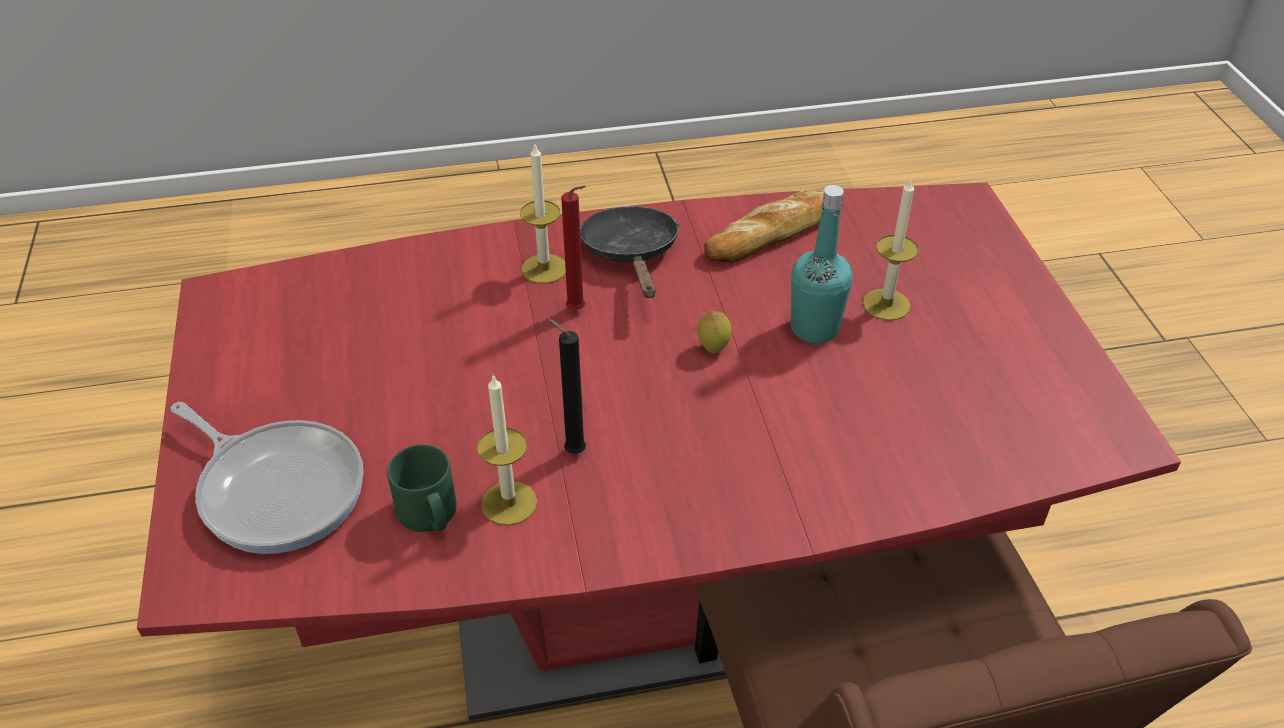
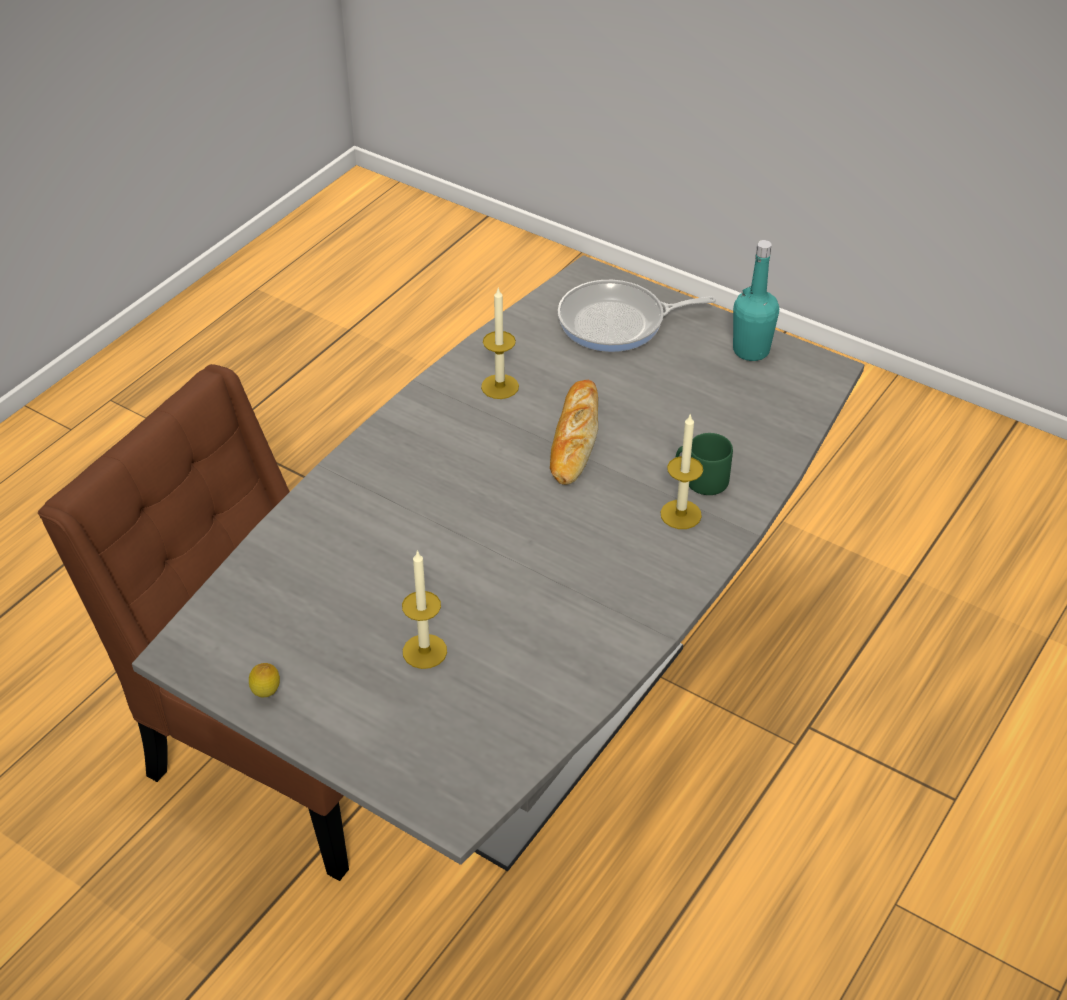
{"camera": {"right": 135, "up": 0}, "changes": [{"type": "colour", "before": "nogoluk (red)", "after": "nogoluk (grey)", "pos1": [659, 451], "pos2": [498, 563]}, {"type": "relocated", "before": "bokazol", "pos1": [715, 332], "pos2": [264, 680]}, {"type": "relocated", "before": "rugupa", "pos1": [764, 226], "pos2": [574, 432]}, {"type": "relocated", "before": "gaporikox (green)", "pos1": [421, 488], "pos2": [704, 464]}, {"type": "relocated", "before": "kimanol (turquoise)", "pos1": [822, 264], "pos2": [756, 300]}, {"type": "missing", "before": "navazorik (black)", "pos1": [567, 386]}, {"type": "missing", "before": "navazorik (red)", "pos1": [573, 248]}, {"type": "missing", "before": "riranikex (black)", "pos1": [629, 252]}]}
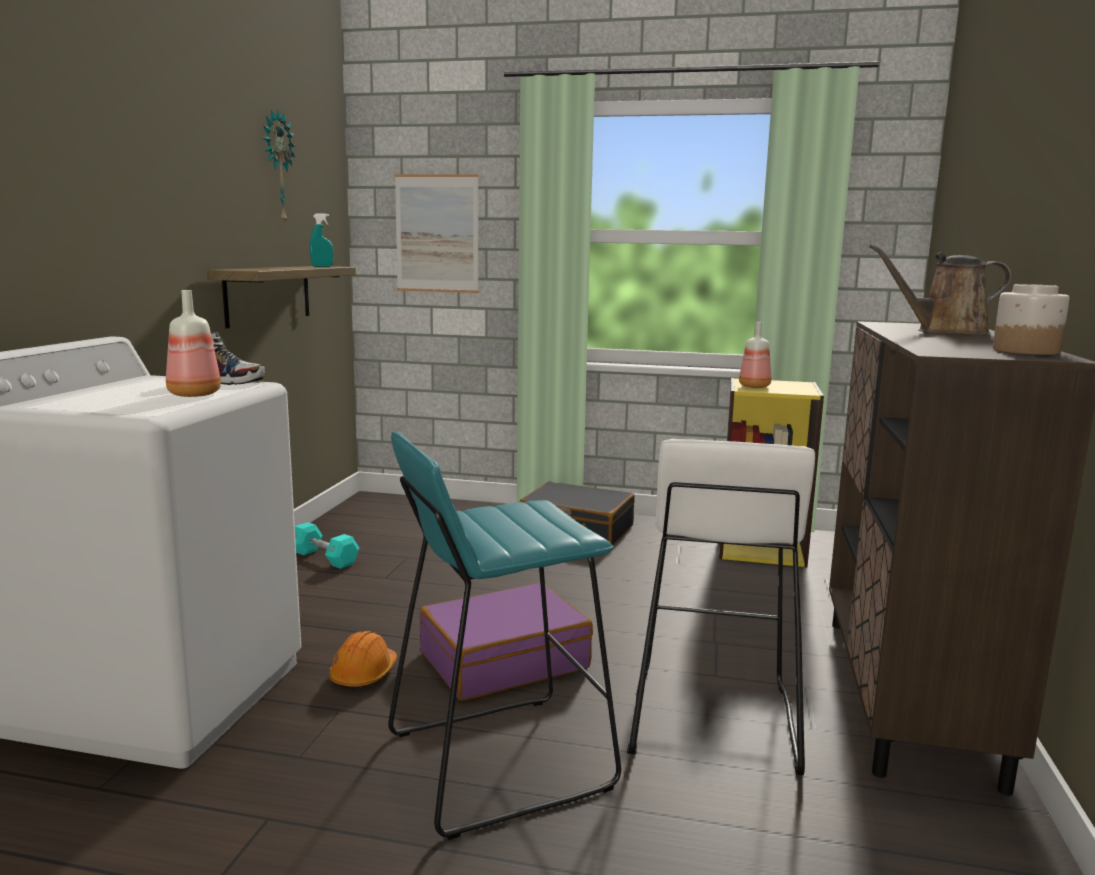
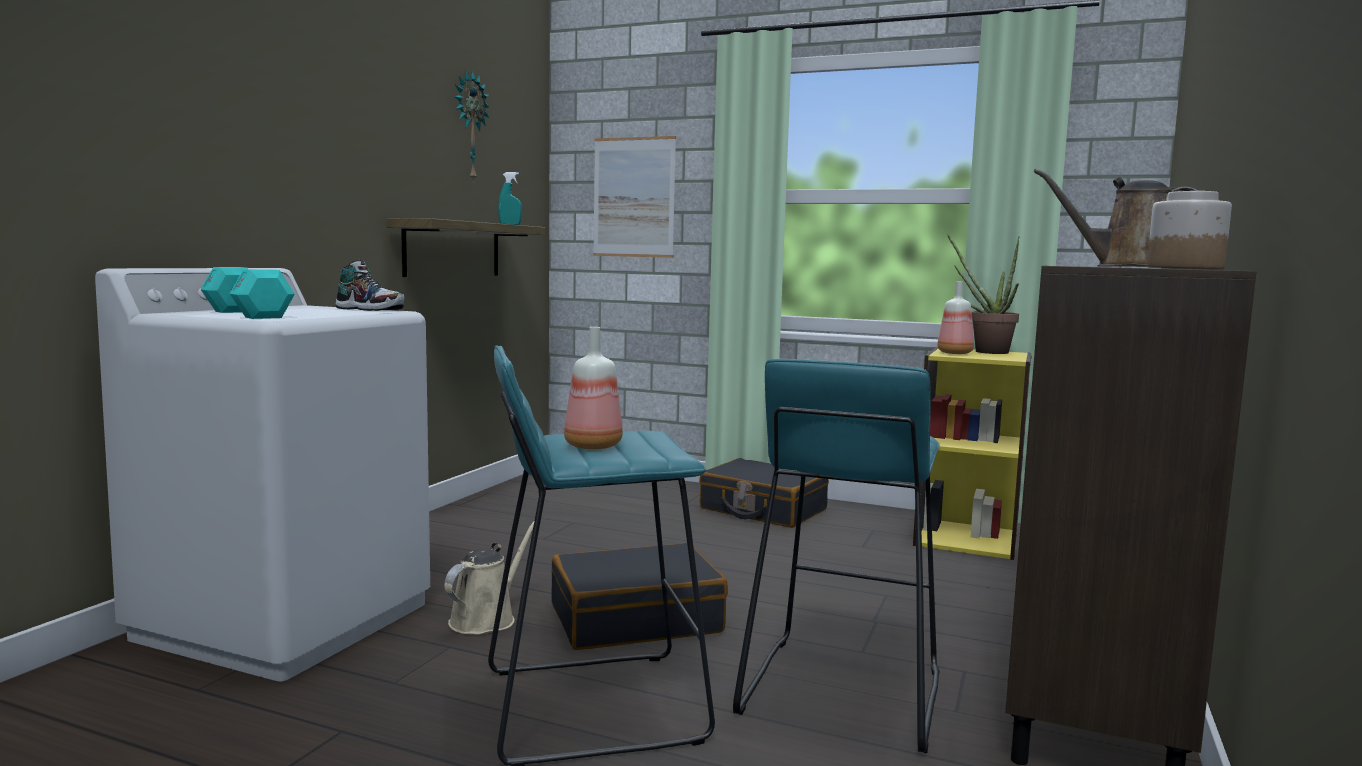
{"camera": {"right": 10, "up": -5}, "changes": [{"type": "relocated", "before": "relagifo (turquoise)", "pos1": [327, 545], "pos2": [247, 293]}, {"type": "exchanged", "before": "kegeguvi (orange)", "after": "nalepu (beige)", "pos1": [363, 660], "pos2": [489, 577]}, {"type": "colour", "before": "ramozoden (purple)", "after": "ramozoden (black)", "pos1": [506, 641], "pos2": [639, 596]}, {"type": "relocated", "before": "kimanol", "pos1": [193, 343], "pos2": [593, 388]}, {"type": "colour", "before": "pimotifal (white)", "after": "pimotifal (turquoise)", "pos1": [721, 607], "pos2": [836, 556]}, {"type": "appeared", "after": "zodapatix", "pos2": [983, 293]}]}
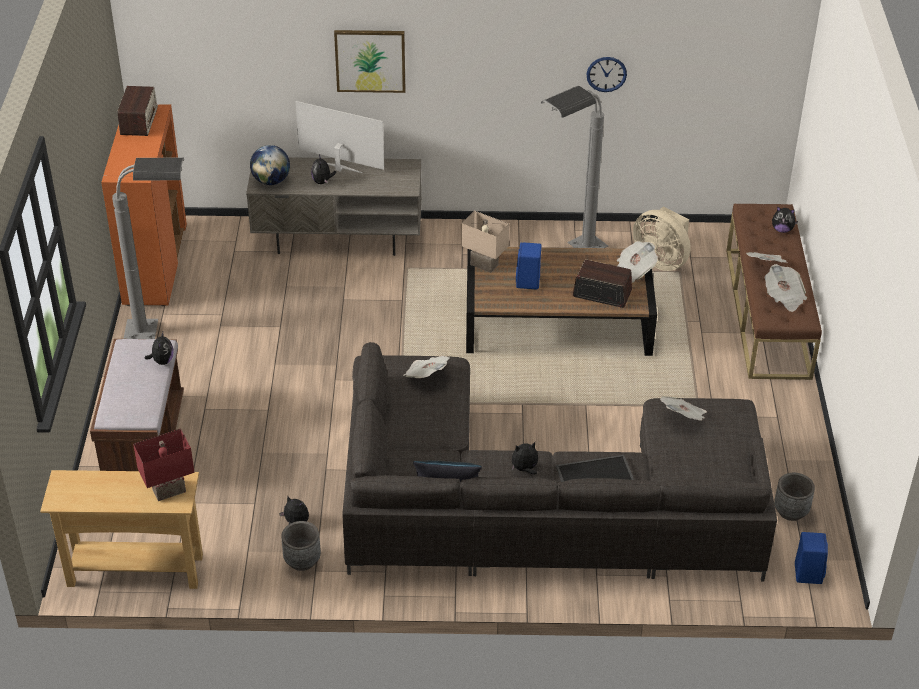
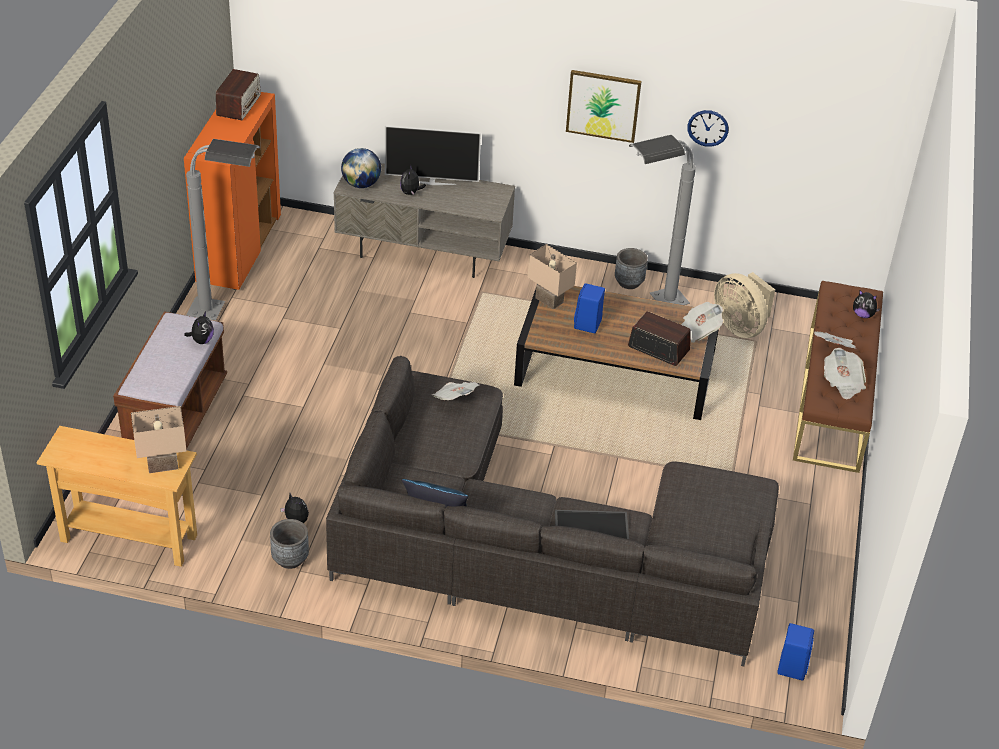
{"camera": {"right": 10, "up": 0}, "changes": [{"type": "colour", "before": "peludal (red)", "after": "peludal (beige)", "pos1": [164, 465], "pos2": [159, 439]}, {"type": "spun", "before": "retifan", "pos1": [339, 137], "pos2": [433, 155], "turn": 150}, {"type": "relocated", "before": "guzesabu", "pos1": [369, 61], "pos2": [604, 106]}, {"type": "relocated", "before": "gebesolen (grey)", "pos1": [794, 497], "pos2": [631, 268]}, {"type": "missing", "before": "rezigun", "pos1": [525, 458]}, {"type": "missing", "before": "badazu", "pos1": [683, 408]}]}
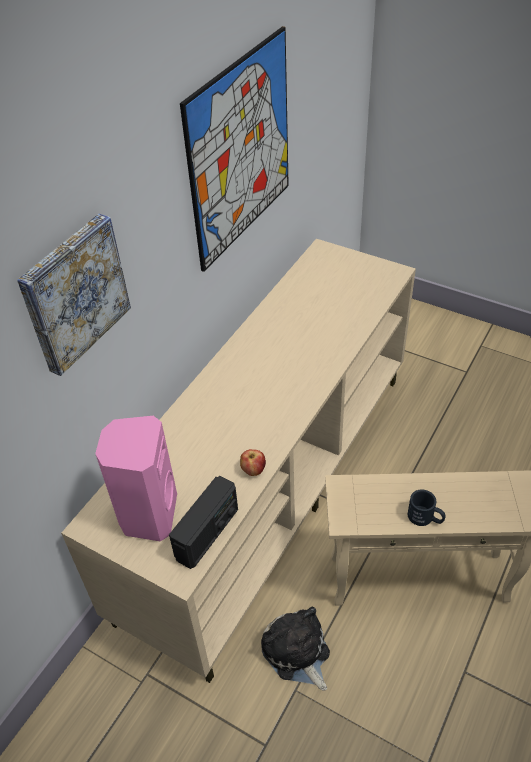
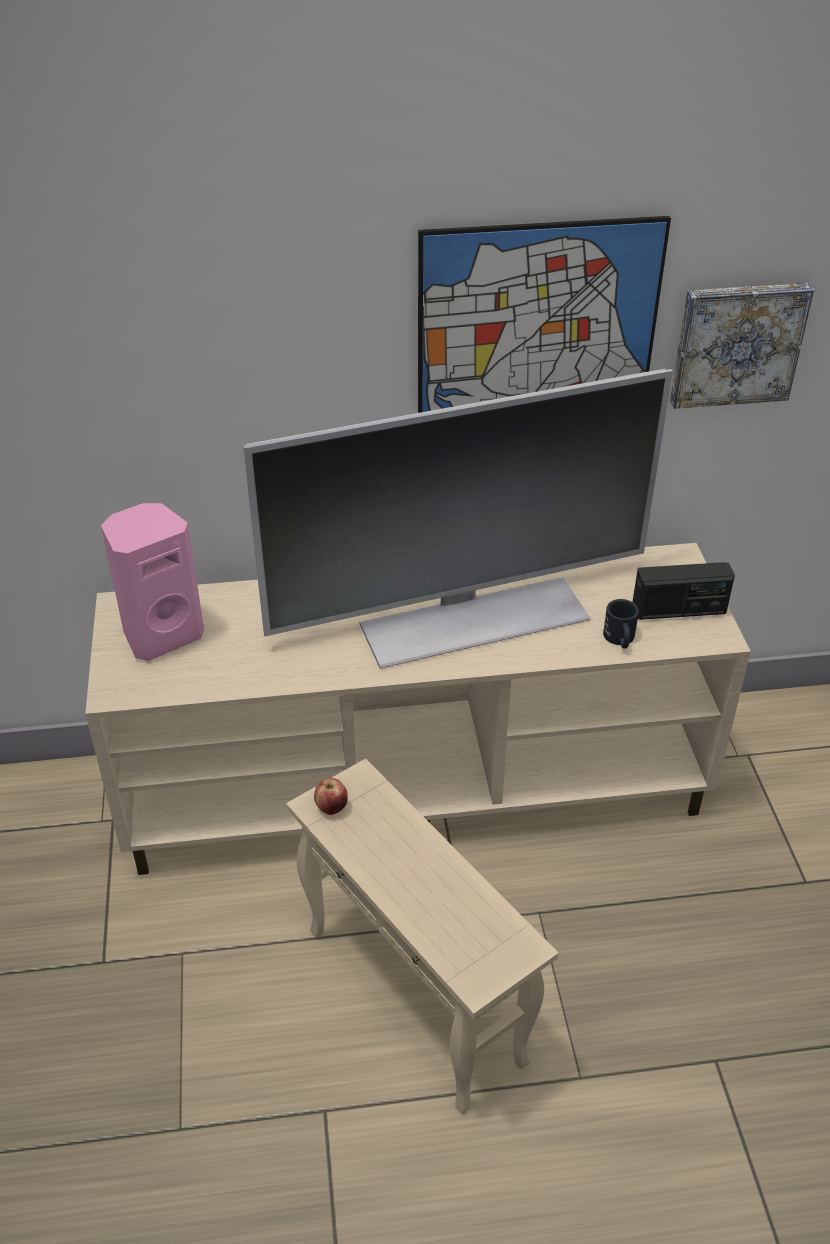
{"camera": {"right": 50, "up": -5}, "changes": [{"type": "appeared", "after": "retifan", "pos2": [458, 518]}, {"type": "relocated", "before": "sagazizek", "pos1": [253, 462], "pos2": [331, 796]}, {"type": "relocated", "before": "gaporikox (black)", "pos1": [427, 507], "pos2": [621, 624]}, {"type": "relocated", "before": "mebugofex", "pos1": [203, 522], "pos2": [684, 591]}, {"type": "relocated", "before": "guzesabu", "pos1": [74, 295], "pos2": [742, 346]}, {"type": "missing", "before": "rezigun", "pos1": [295, 649]}]}
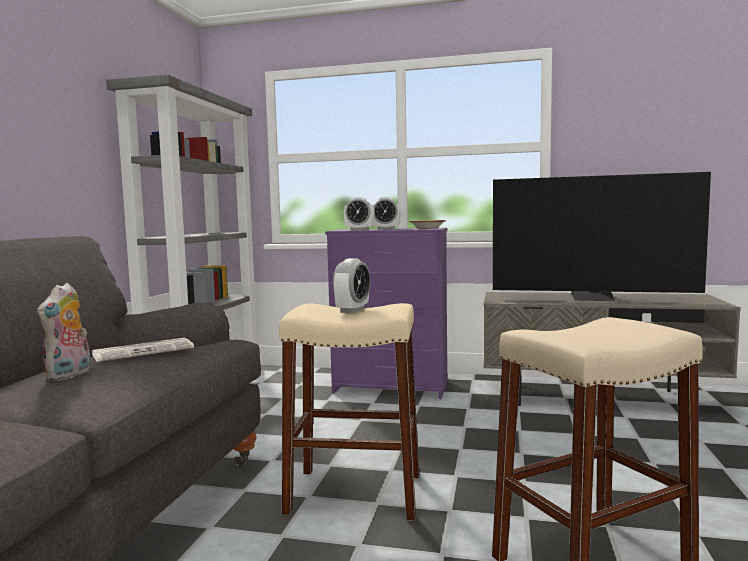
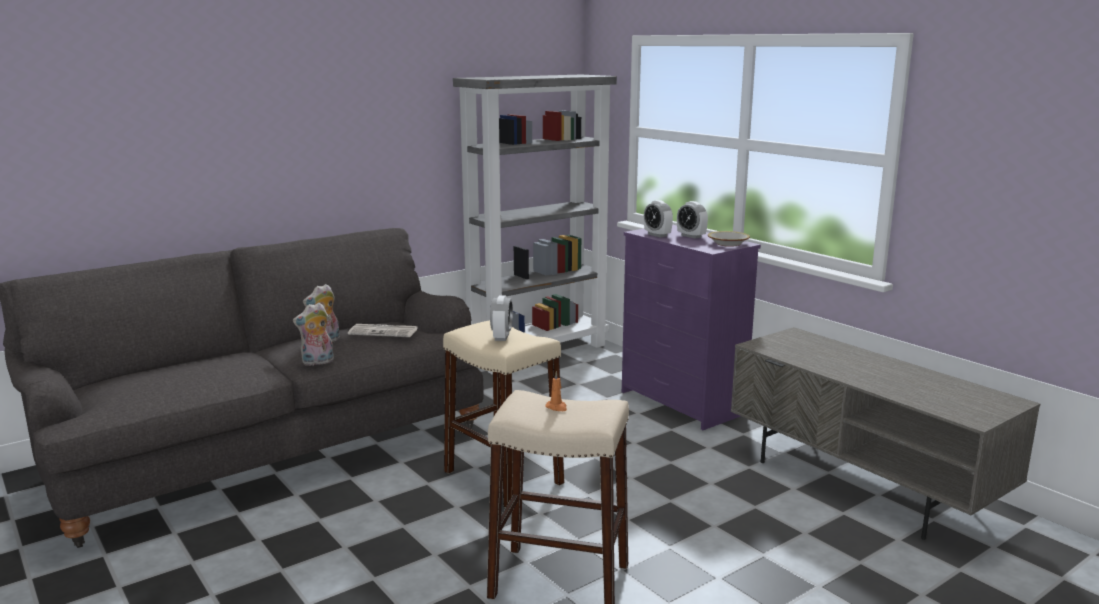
{"camera": {"right": 40, "up": 10}, "changes": [{"type": "appeared", "after": "rezigun", "pos2": [313, 334]}, {"type": "spun", "before": "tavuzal", "pos1": [352, 285], "pos2": [501, 318], "turn": -60}, {"type": "appeared", "after": "navazorik (orange)", "pos2": [556, 391]}, {"type": "missing", "before": "retifan", "pos1": [602, 236]}]}
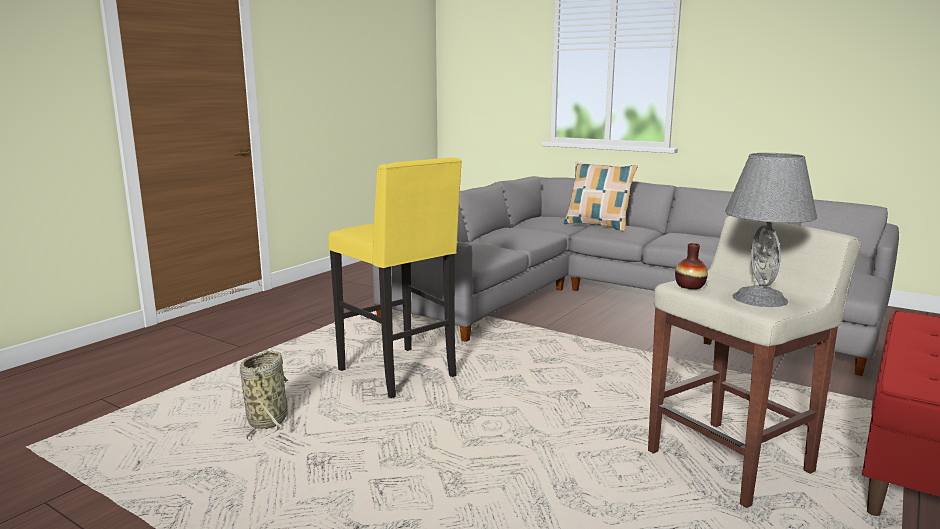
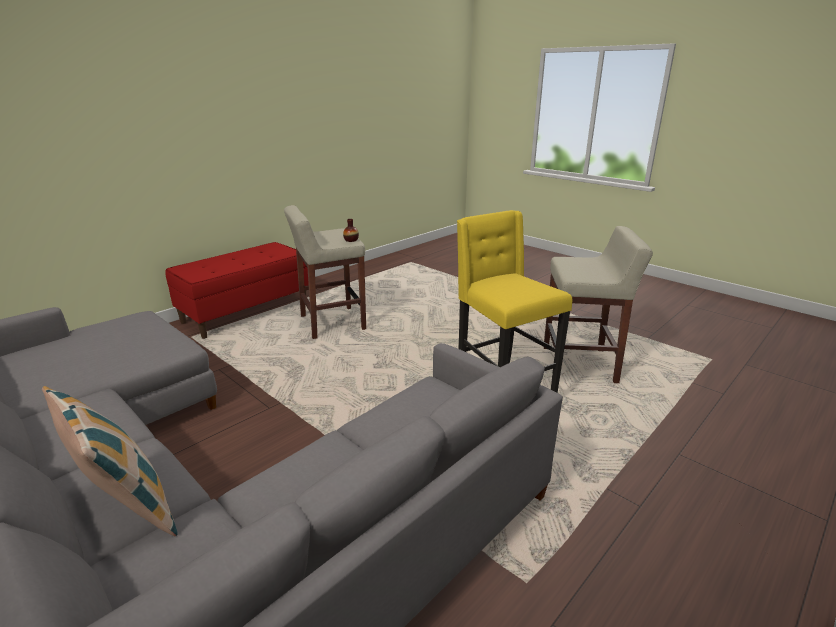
{"camera": {"right": -170, "up": 10}, "changes": [{"type": "exchanged", "before": "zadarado", "after": "pimotifal (beige)", "pos1": [264, 395], "pos2": [598, 304]}, {"type": "missing", "before": "peludal (grey)", "pos1": [771, 230]}]}
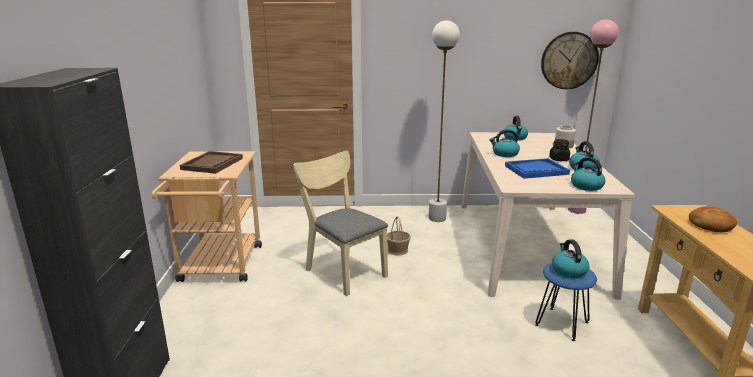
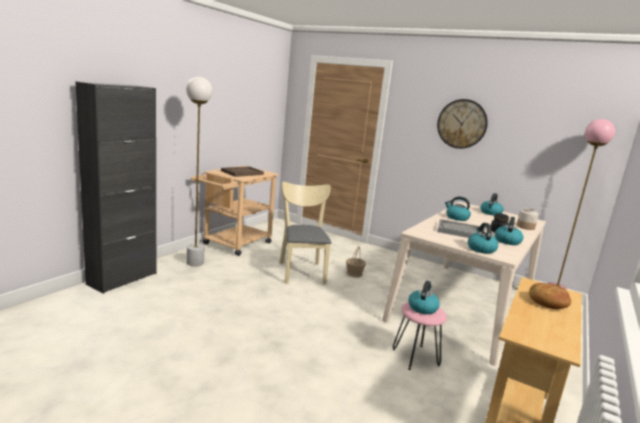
{"camera": {"right": 30, "up": -5}, "changes": [{"type": "relocated", "before": "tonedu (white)", "pos1": [444, 121], "pos2": [199, 171]}, {"type": "colour", "before": "pimotifal (blue)", "after": "pimotifal (pink)", "pos1": [566, 301], "pos2": [419, 336]}, {"type": "relocated", "before": "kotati", "pos1": [570, 60], "pos2": [462, 124]}, {"type": "colour", "before": "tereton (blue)", "after": "tereton (grey)", "pos1": [537, 168], "pos2": [460, 228]}]}
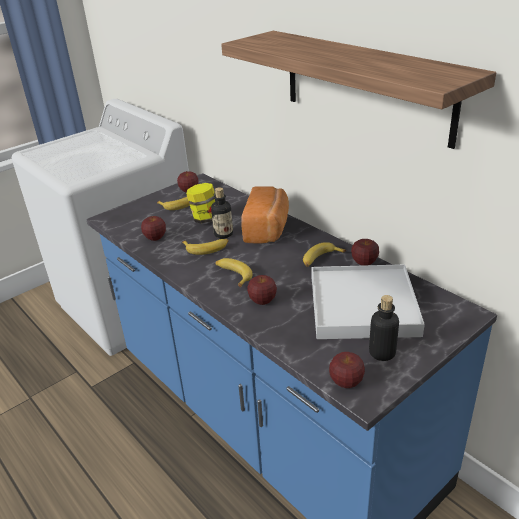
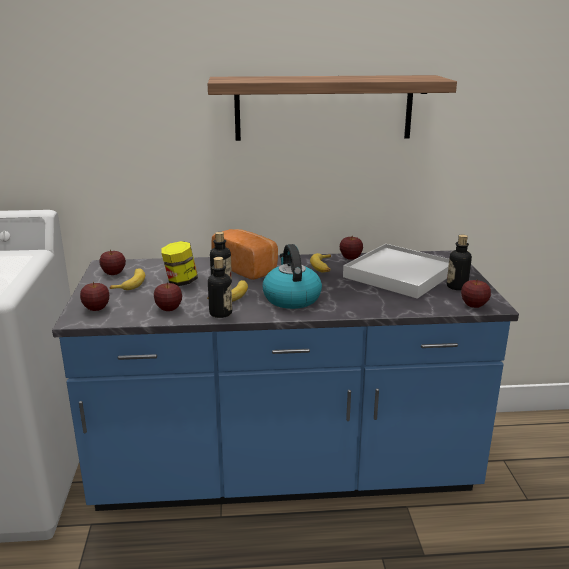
{"camera": {"right": -55, "up": -10}, "changes": [{"type": "relocated", "before": "sagazizek", "pos1": [262, 290], "pos2": [94, 296]}, {"type": "appeared", "after": "kimanol", "pos2": [220, 287]}, {"type": "exchanged", "before": "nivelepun", "after": "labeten", "pos1": [234, 272], "pos2": [292, 276]}]}
